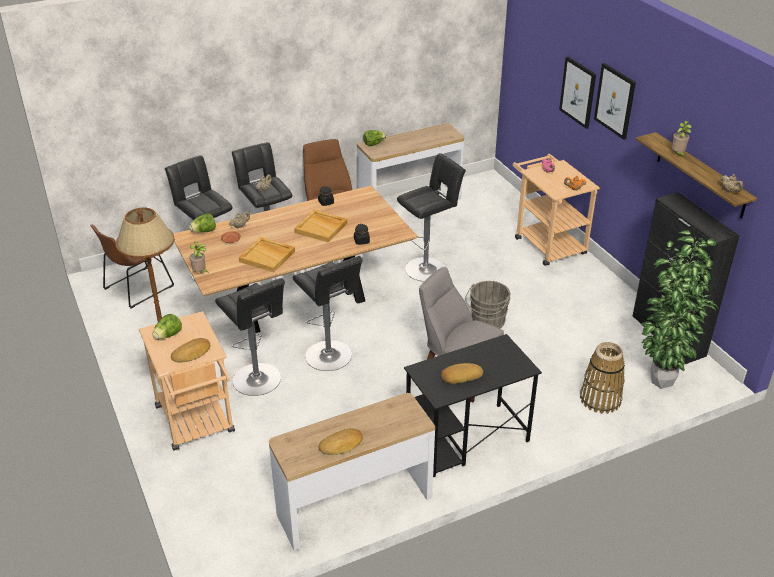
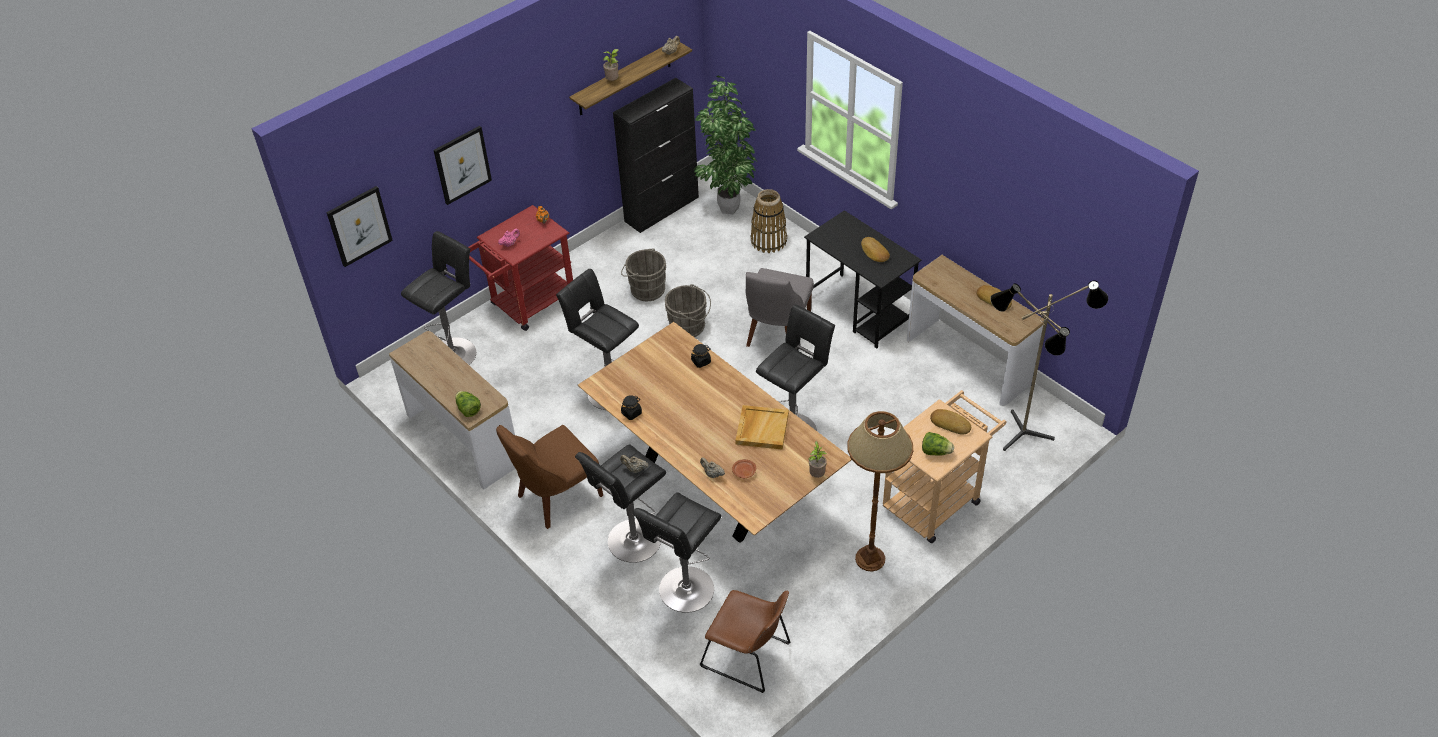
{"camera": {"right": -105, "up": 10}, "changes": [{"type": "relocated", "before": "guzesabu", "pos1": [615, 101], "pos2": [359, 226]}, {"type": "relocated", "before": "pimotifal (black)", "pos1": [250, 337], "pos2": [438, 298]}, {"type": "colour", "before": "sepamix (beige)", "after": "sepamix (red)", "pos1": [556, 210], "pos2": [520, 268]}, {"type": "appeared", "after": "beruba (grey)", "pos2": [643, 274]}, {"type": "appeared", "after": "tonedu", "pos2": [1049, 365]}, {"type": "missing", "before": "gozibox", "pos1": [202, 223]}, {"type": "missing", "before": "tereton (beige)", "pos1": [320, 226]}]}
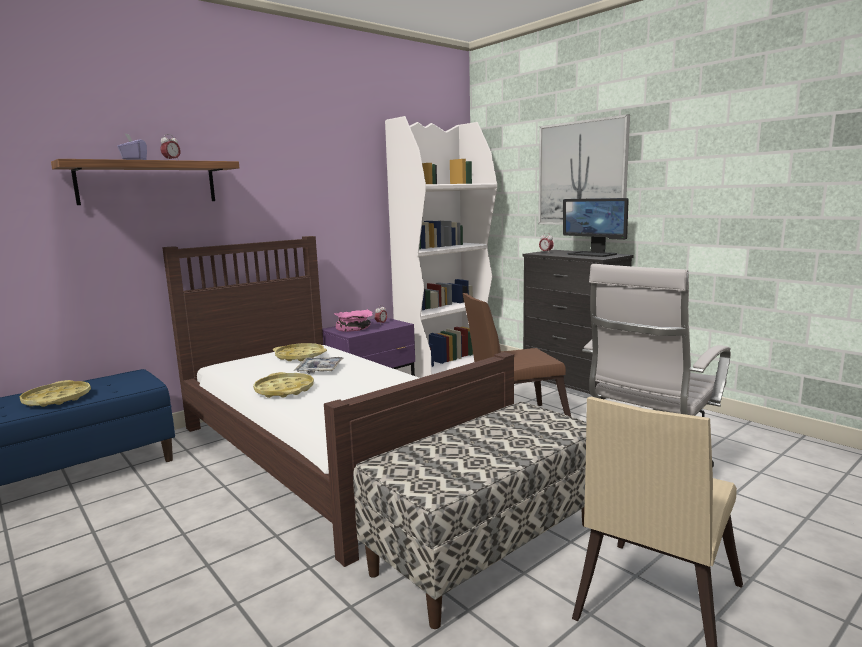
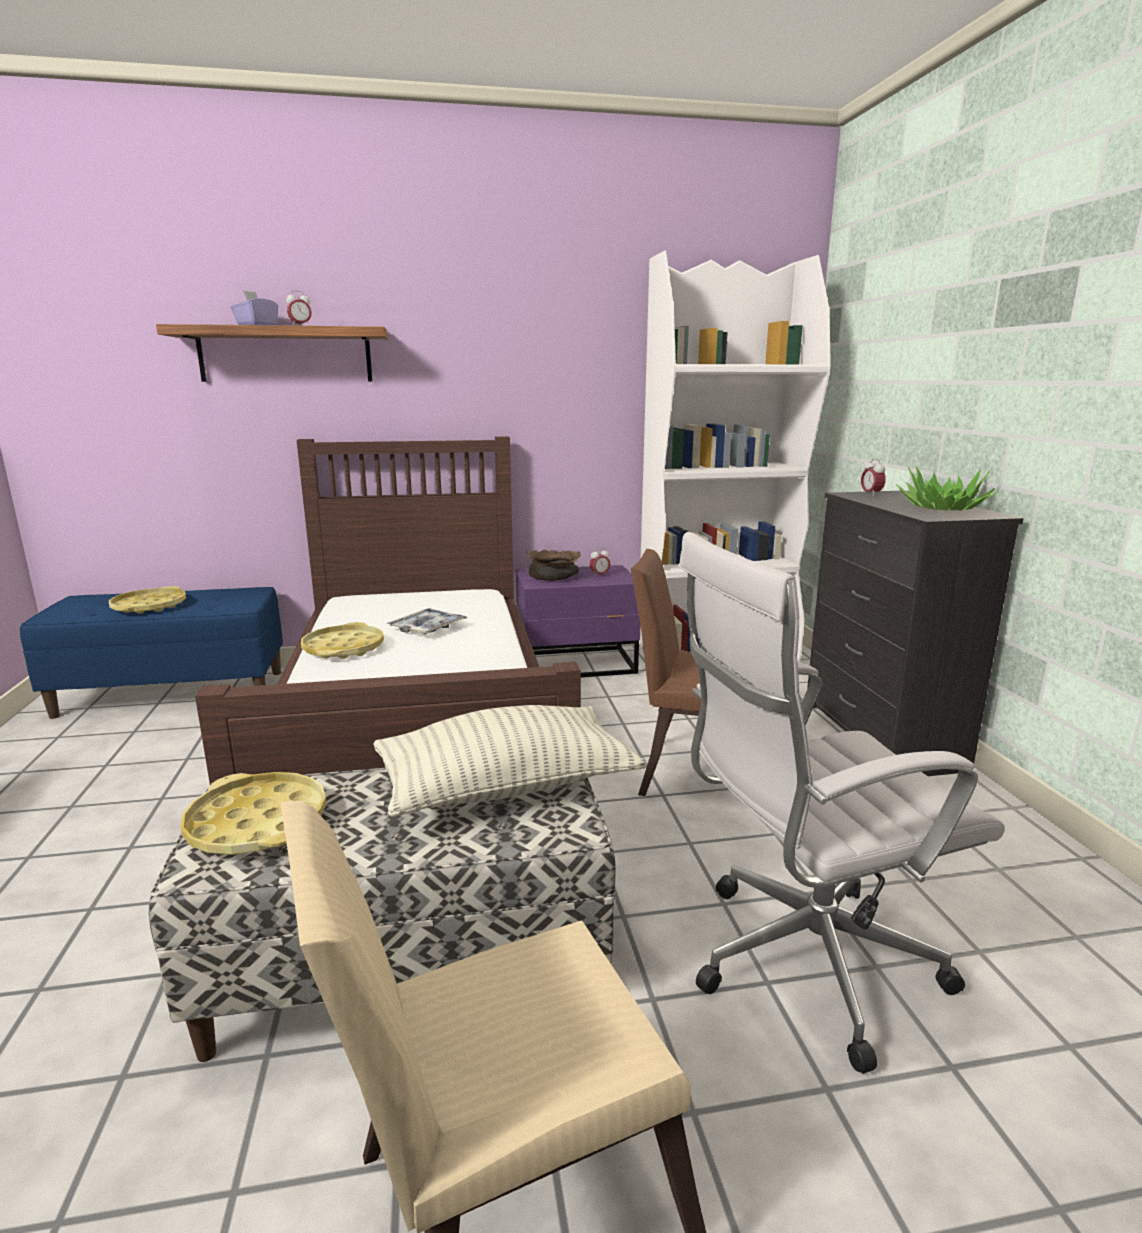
{"camera": {"right": 30, "up": 5}, "changes": [{"type": "relocated", "before": "tereton (yellow)", "pos1": [300, 352], "pos2": [253, 813]}, {"type": "appeared", "after": "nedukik", "pos2": [509, 761]}, {"type": "colour", "before": "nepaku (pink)", "after": "nepaku (brown)", "pos1": [353, 320], "pos2": [553, 565]}, {"type": "exchanged", "before": "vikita", "after": "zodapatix", "pos1": [596, 227], "pos2": [947, 488]}, {"type": "missing", "before": "guzesabu", "pos1": [584, 169]}]}
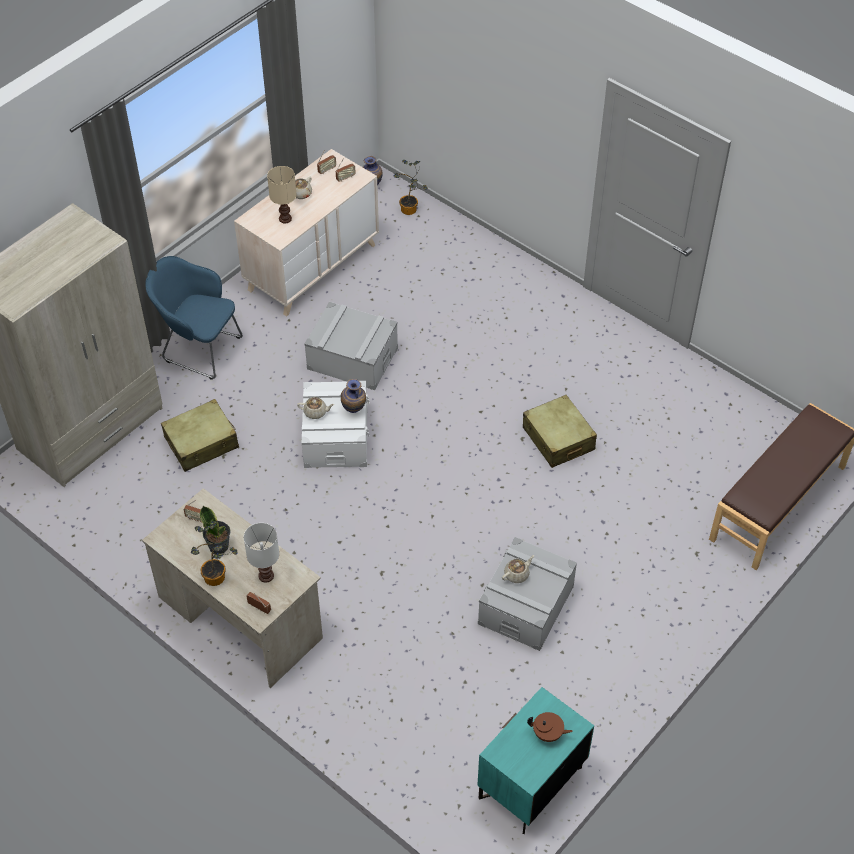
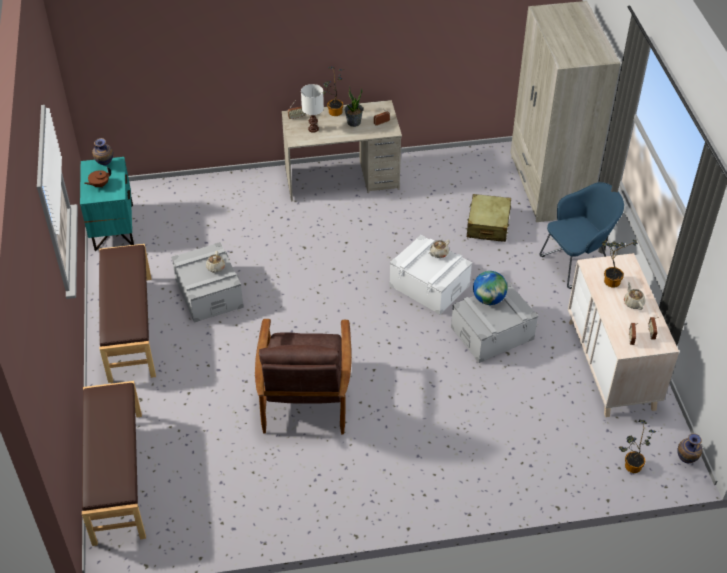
{"camera": {"right": 130, "up": -5}, "changes": [{"type": "relocated", "before": "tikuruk", "pos1": [353, 396], "pos2": [102, 152]}, {"type": "appeared", "after": "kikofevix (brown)", "pos2": [127, 313]}, {"type": "exchanged", "before": "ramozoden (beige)", "after": "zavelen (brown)", "pos1": [560, 431], "pos2": [303, 376]}, {"type": "appeared", "after": "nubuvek", "pos2": [490, 288]}, {"type": "exchanged", "before": "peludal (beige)", "after": "zodapatix", "pos1": [282, 194], "pos2": [620, 263]}]}
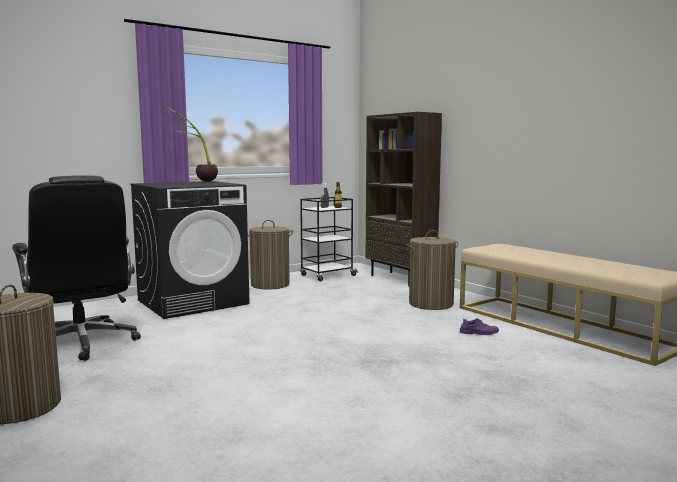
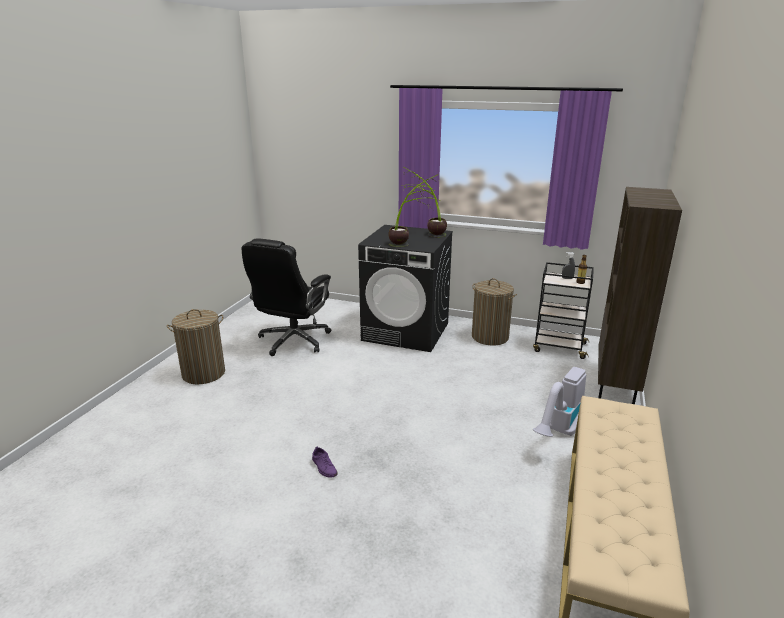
{"camera": {"right": 55, "up": 15}, "changes": [{"type": "relocated", "before": "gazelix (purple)", "pos1": [479, 326], "pos2": [325, 461]}, {"type": "appeared", "after": "zodapatix", "pos2": [414, 210]}, {"type": "exchanged", "before": "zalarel", "after": "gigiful", "pos1": [432, 270], "pos2": [559, 402]}]}
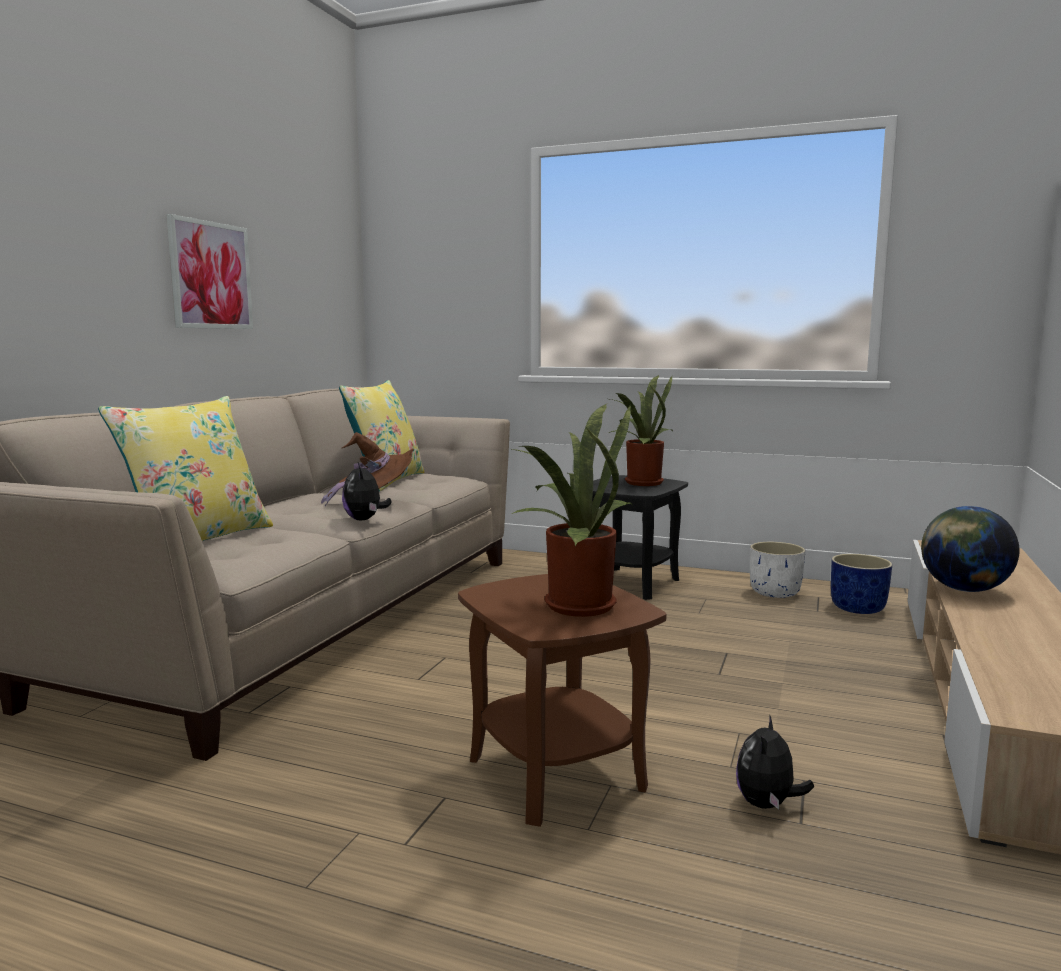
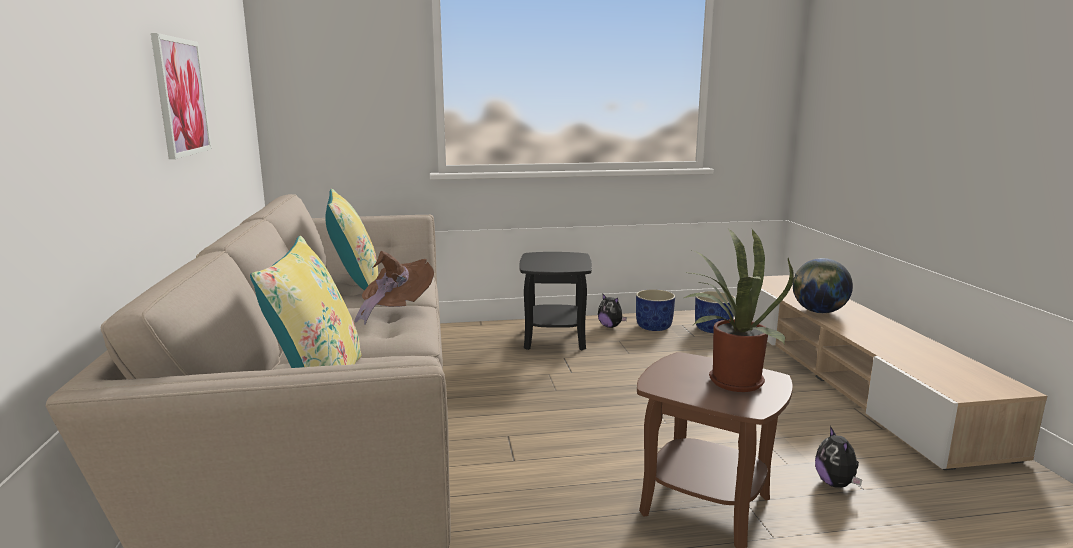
{"camera": {"right": -30, "up": 5}, "changes": [{"type": "relocated", "before": "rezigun", "pos1": [367, 491], "pos2": [612, 310]}, {"type": "colour", "before": "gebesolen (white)", "after": "gebesolen (blue)", "pos1": [778, 570], "pos2": [655, 310]}, {"type": "missing", "before": "zodapatix", "pos1": [640, 430]}]}
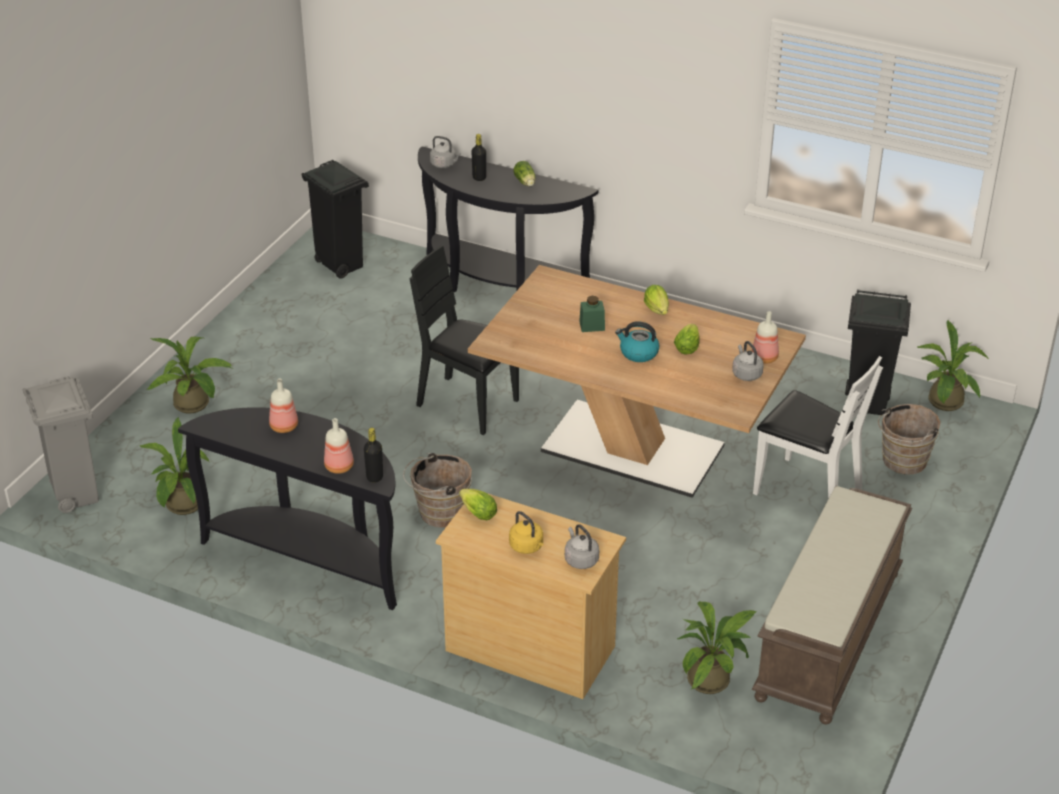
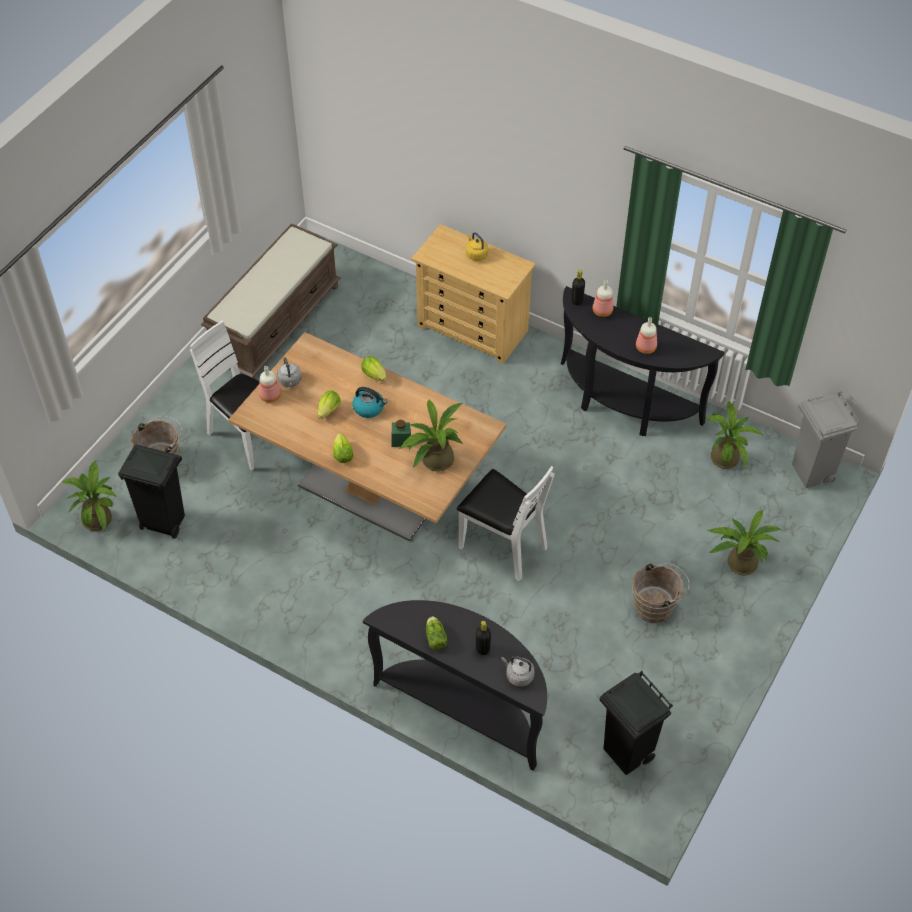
{"camera": {"right": -175, "up": 15}, "changes": [{"type": "relocated", "before": "gozibox", "pos1": [478, 504], "pos2": [374, 369]}, {"type": "relocated", "before": "zodapatix", "pos1": [717, 647], "pos2": [431, 435]}, {"type": "colour", "before": "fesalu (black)", "after": "fesalu (white)", "pos1": [464, 340], "pos2": [506, 523]}, {"type": "relocated", "before": "beruba (brown)", "pos1": [437, 490], "pos2": [660, 592]}, {"type": "missing", "before": "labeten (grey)", "pos1": [582, 546]}]}
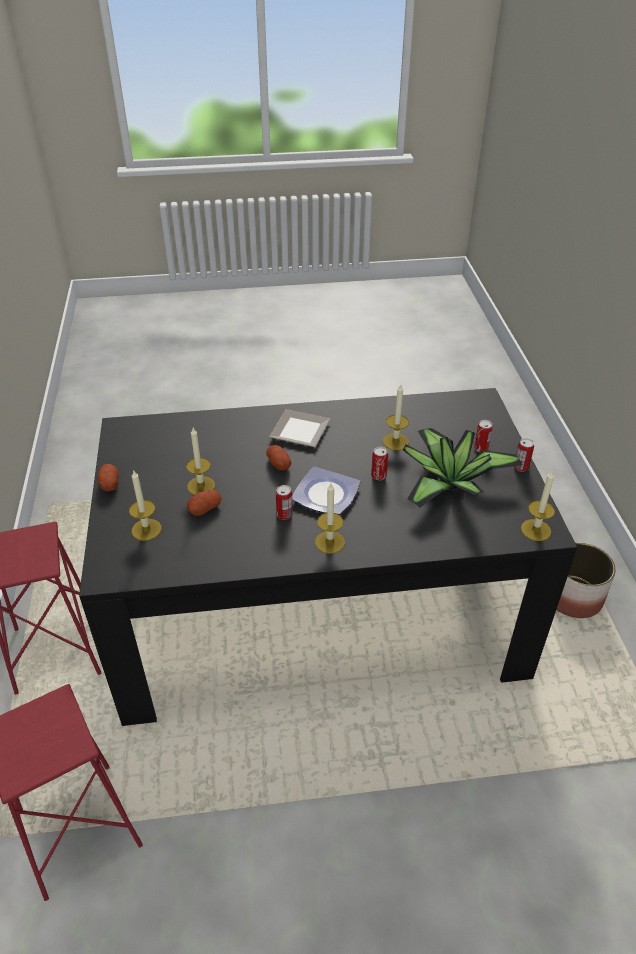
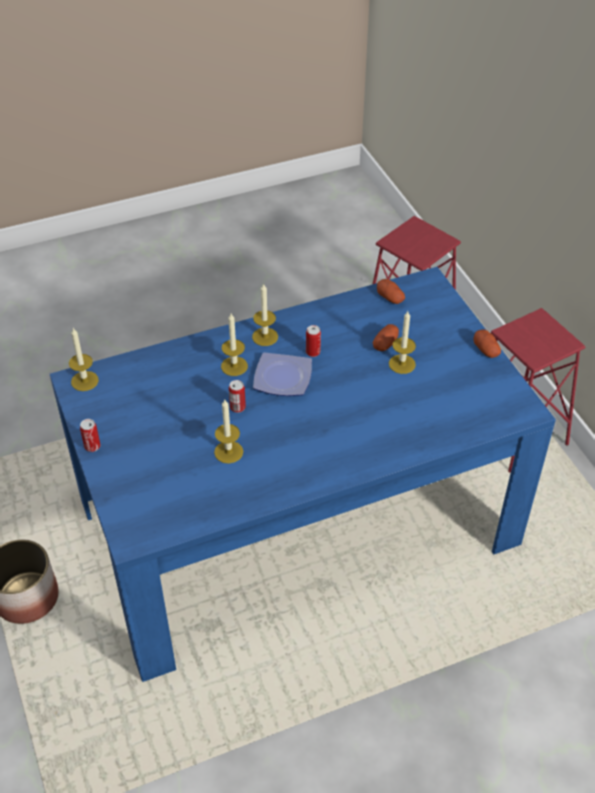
{"camera": {"right": 165, "up": 5}, "changes": [{"type": "colour", "before": "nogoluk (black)", "after": "nogoluk (blue)", "pos1": [328, 557], "pos2": [303, 474]}, {"type": "relocated", "before": "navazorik", "pos1": [145, 506], "pos2": [234, 344]}, {"type": "relocated", "before": "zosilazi", "pos1": [278, 457], "pos2": [391, 291]}, {"type": "missing", "before": "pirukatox", "pos1": [299, 428]}, {"type": "missing", "before": "zodapatix", "pos1": [463, 468]}, {"type": "missing", "before": "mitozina", "pos1": [483, 436]}]}
